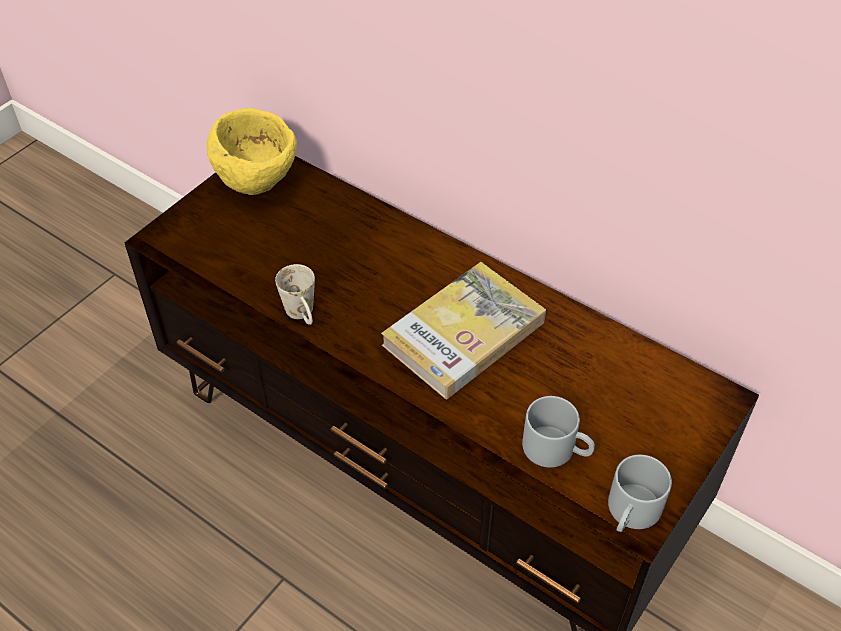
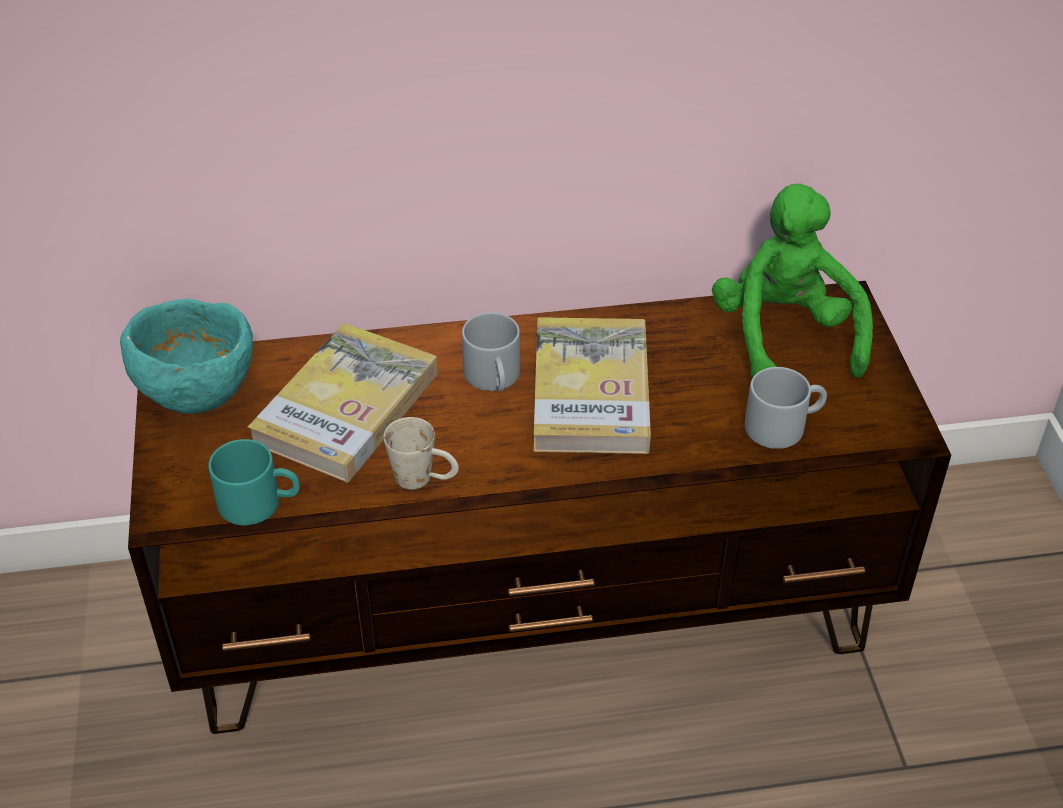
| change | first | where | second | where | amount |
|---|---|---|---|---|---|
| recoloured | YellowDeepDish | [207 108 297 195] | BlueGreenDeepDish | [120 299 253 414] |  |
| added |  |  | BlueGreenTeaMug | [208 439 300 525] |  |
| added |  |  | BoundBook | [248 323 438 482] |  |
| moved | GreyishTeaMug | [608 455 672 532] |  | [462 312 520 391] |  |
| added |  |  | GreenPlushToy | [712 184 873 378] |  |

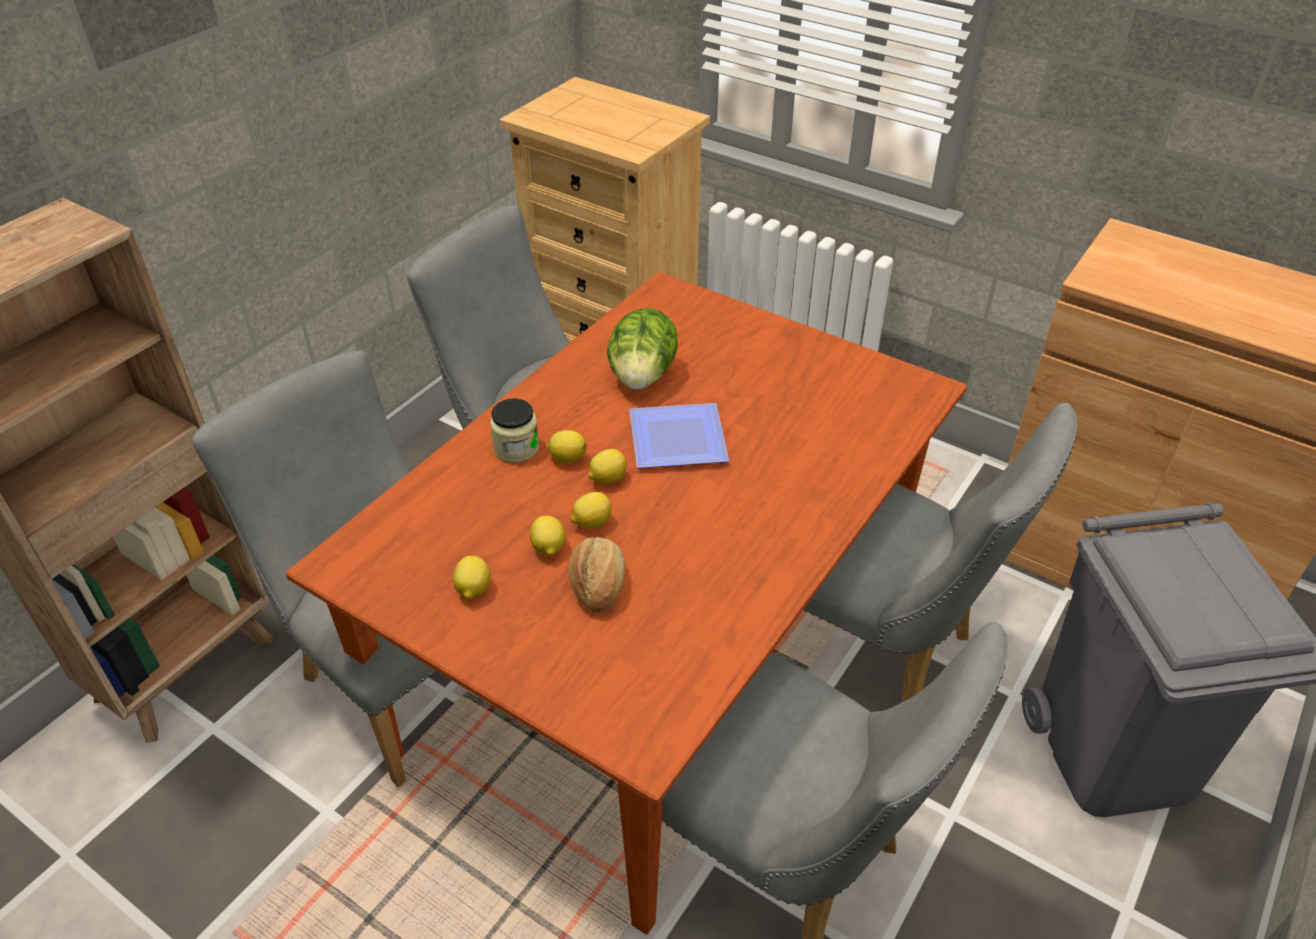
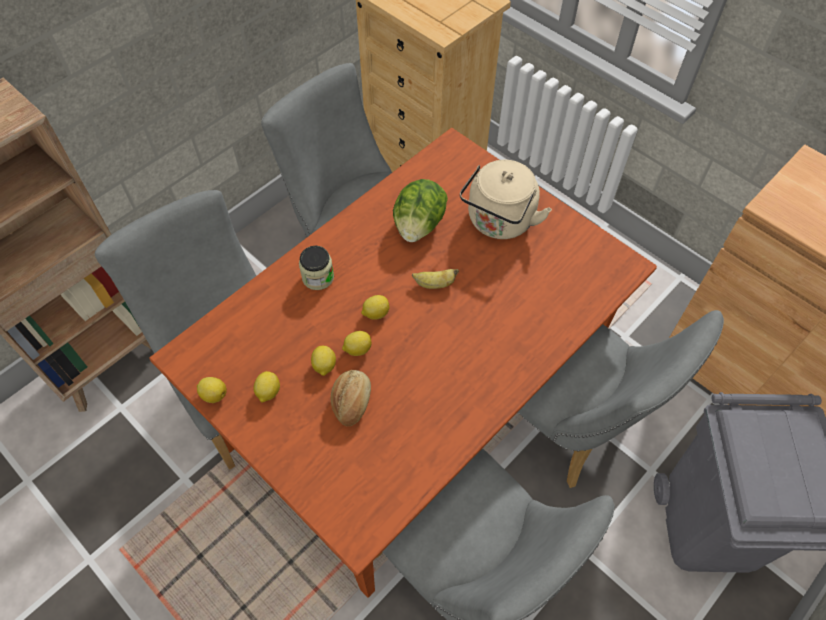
| change | first | where | second | where | amount |
|---|---|---|---|---|---|
| moved | CitrusFruit | [546 430 587 464] |  | [197 377 227 403] |  |
| replaced | FlatDish | [629 403 729 468] | BananaFruit | [412 269 459 289] |  |
| added |  |  | SandColouredTeaKettle | [460 160 552 239] |  |

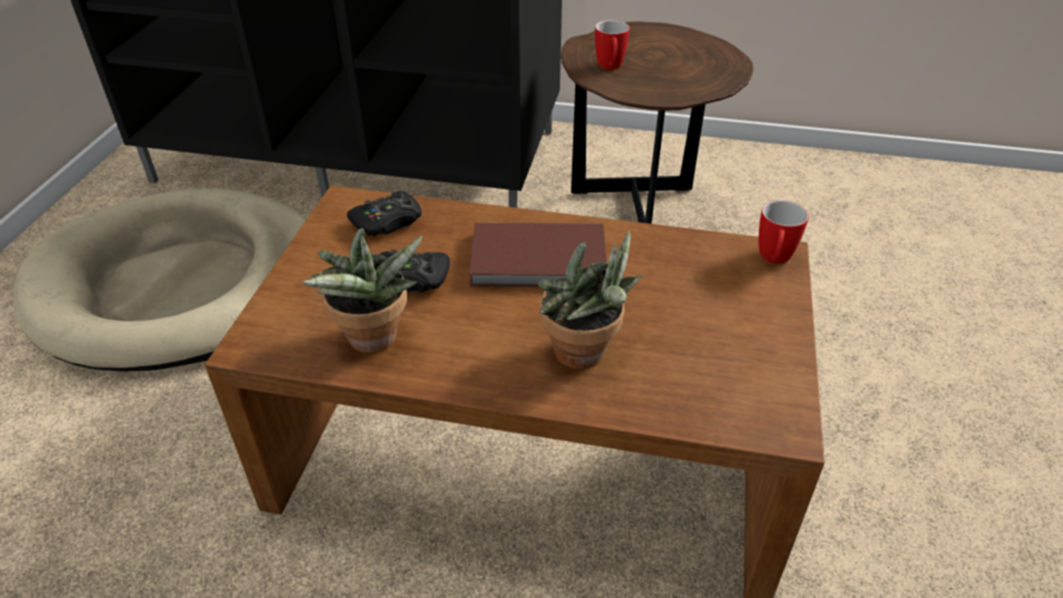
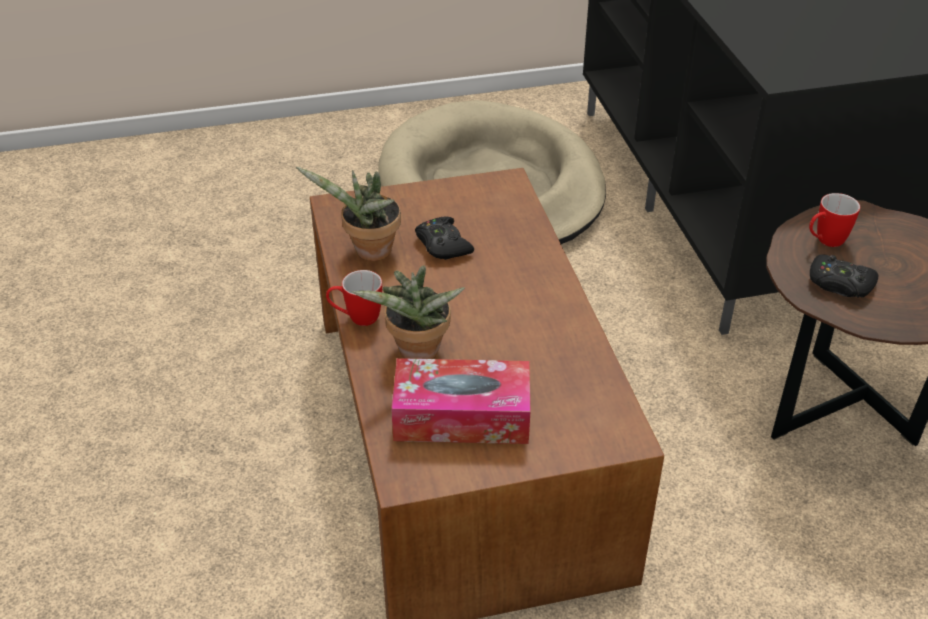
| change | first | where | second | where | amount |
|---|---|---|---|---|---|
| moved | TeaMug | [758 200 809 264] |  | [326 270 382 326] |  |
| added |  |  | BoxOfTissues | [391 358 530 444] |  |
| moved | BlackGameController | [347 191 422 236] |  | [810 254 878 298] |  |
| removed | BrownColouredBoundBook | [469 223 607 287] |  |  |  |

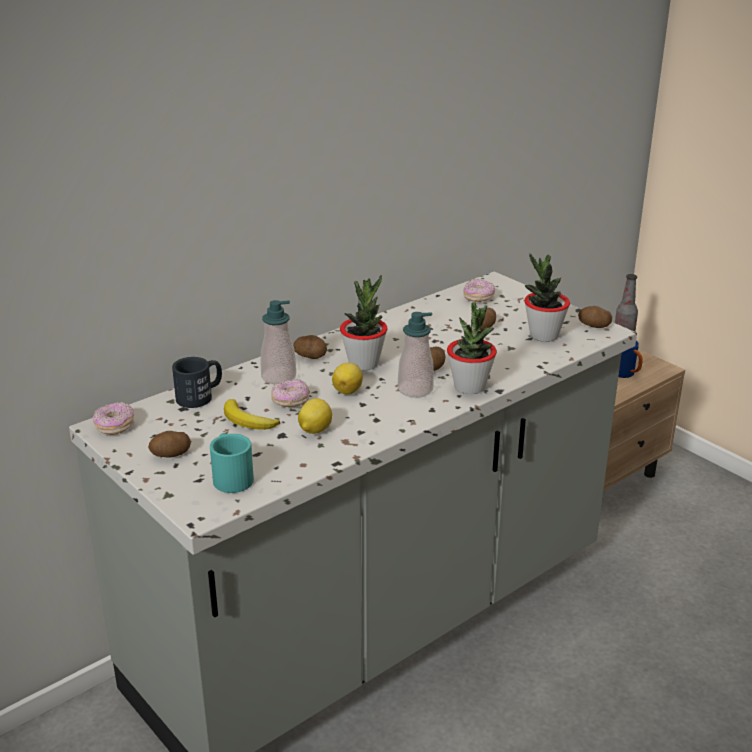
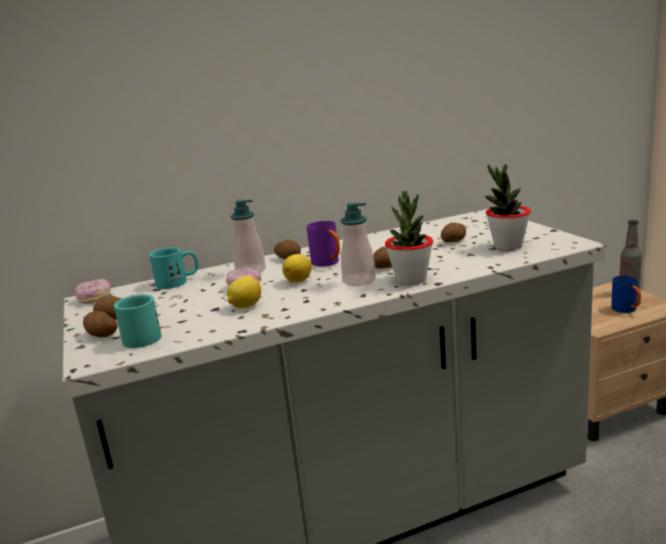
| change | first | where | second | where | amount |
|---|---|---|---|---|---|
| moved | Spud | [578 306 612 328] |  | [83 311 118 338] |  |
| recoloured | BlackTeaMug | [172 357 222 408] | BlueGreenTeaMug | [149 247 198 289] |  |
| replaced | PottedPlant | [340 275 388 371] | PurplishTeaMug | [306 221 340 267] |  |
| removed | BananaFruit | [224 399 280 430] |  |  |  |
| removed | Donut | [463 279 495 302] |  |  |  |

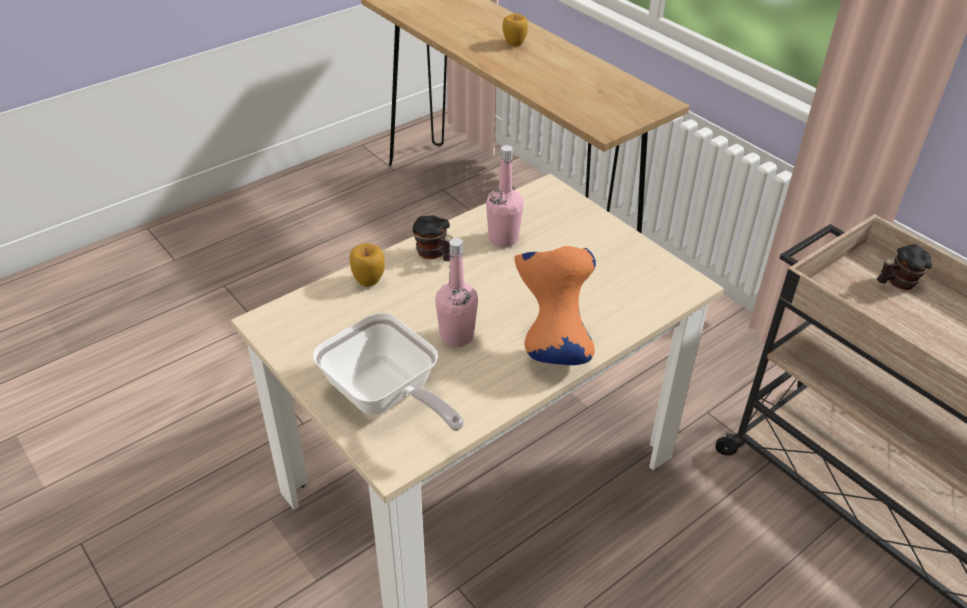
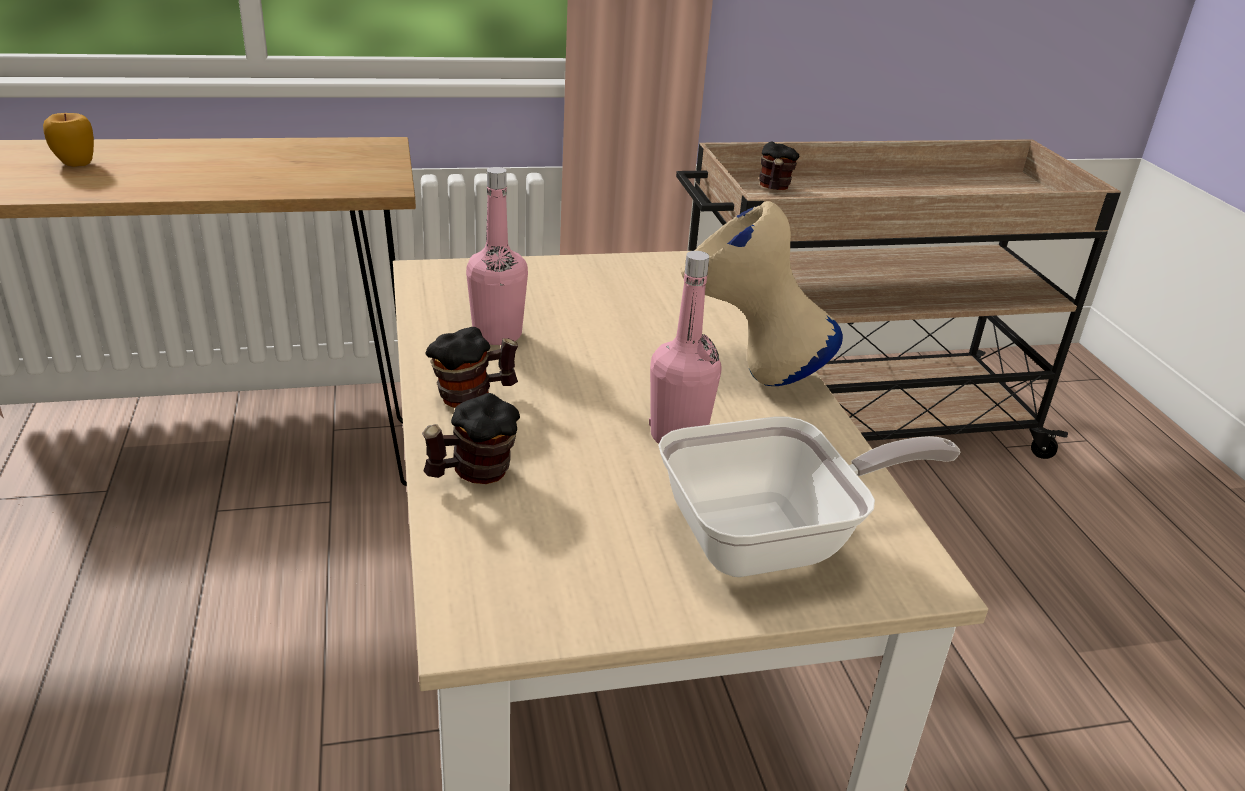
| change | first | where | second | where | amount |
|---|---|---|---|---|---|
| replaced | AppleFruit | [350 243 385 287] | TeaMug | [422 393 520 484] |  |
| recoloured | OrangeyVase | [514 246 596 365] | SandColouredVase | [680 201 843 386] |  |

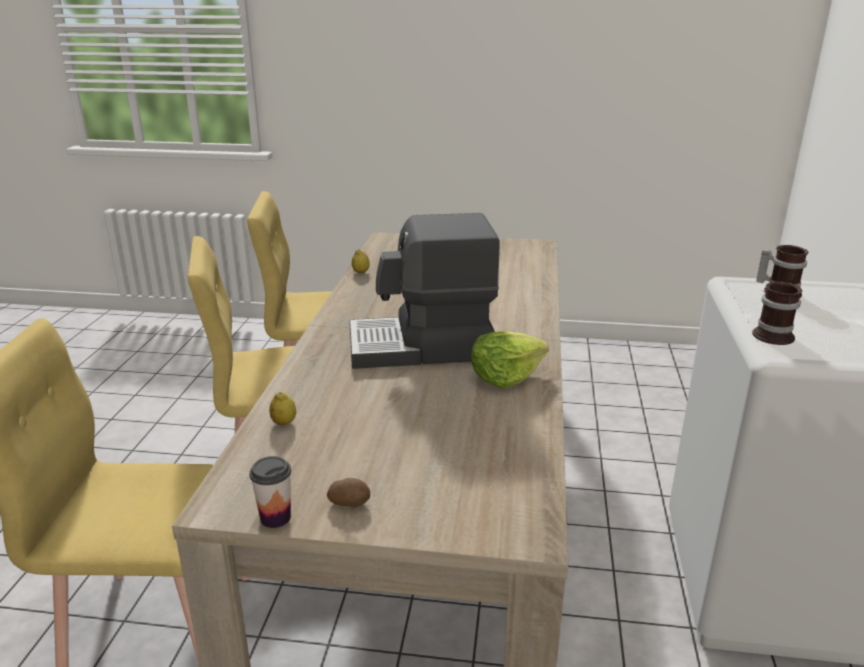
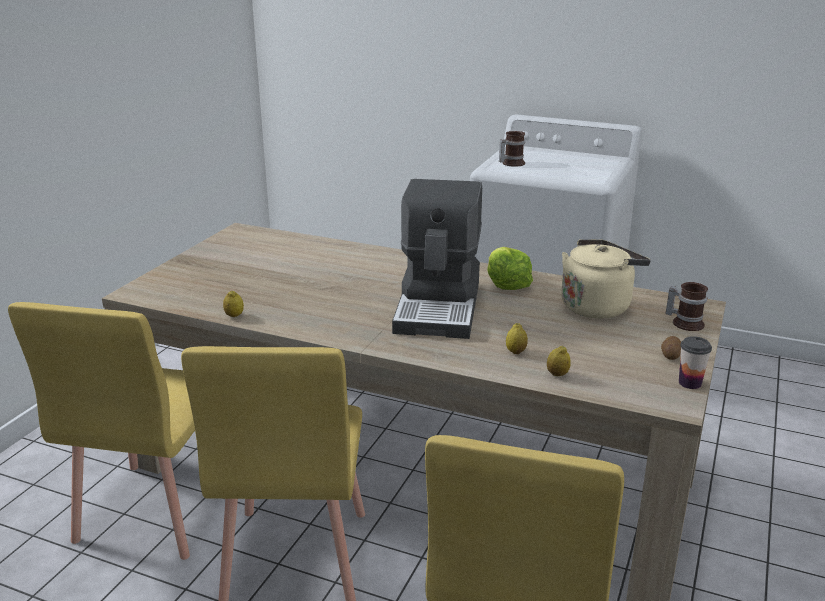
| change | first | where | second | where | amount |
|---|---|---|---|---|---|
| added |  |  | CitrusFruit | [506 323 528 354] |  |
| added |  |  | SandColouredTeaKettle | [561 239 651 319] |  |
| moved | TeaMug | [752 282 802 345] |  | [666 282 708 331] |  |

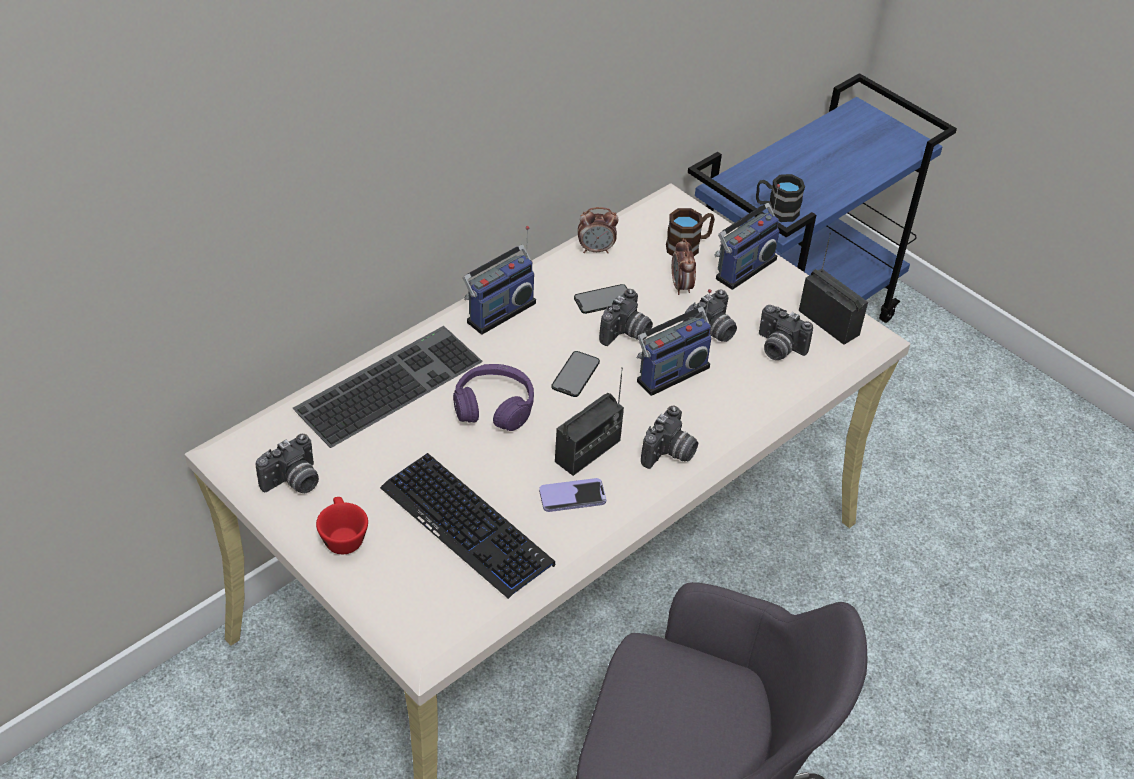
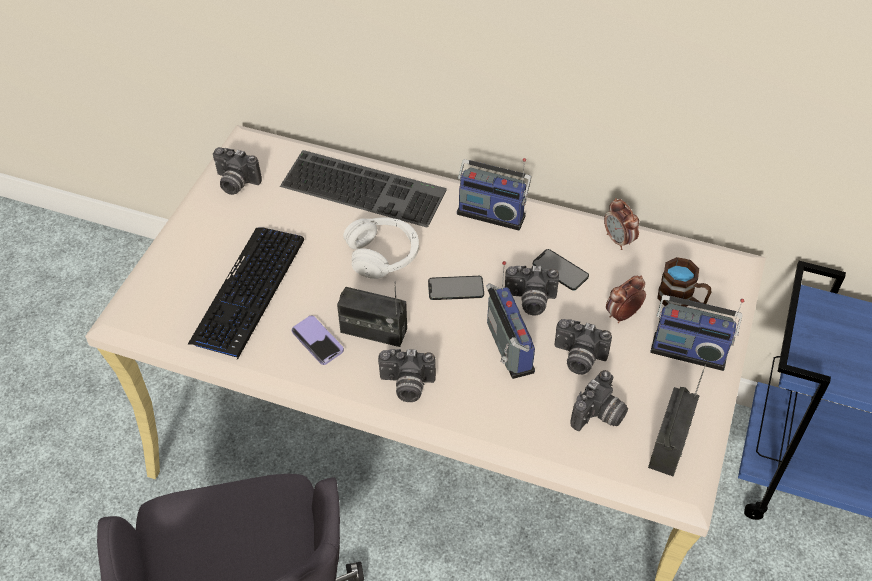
| change | first | where | second | where | amount |
|---|---|---|---|---|---|
| recoloured | PurplishHeadphones | [453 364 534 431] | WhiteHeadphones | [343 217 419 279] |  |
| turned | RadioReceiver | [637 289 712 396] |  | [486 261 535 379] | 135 degrees counterclockwise |
| turned | StillCamera | [759 305 813 360] |  | [570 370 628 431] | 150 degrees counterclockwise |
| removed | RedCup | [316 497 368 554] |  |  |  |
| removed | BlackTeaMug | [756 174 805 222] |  |  |  |

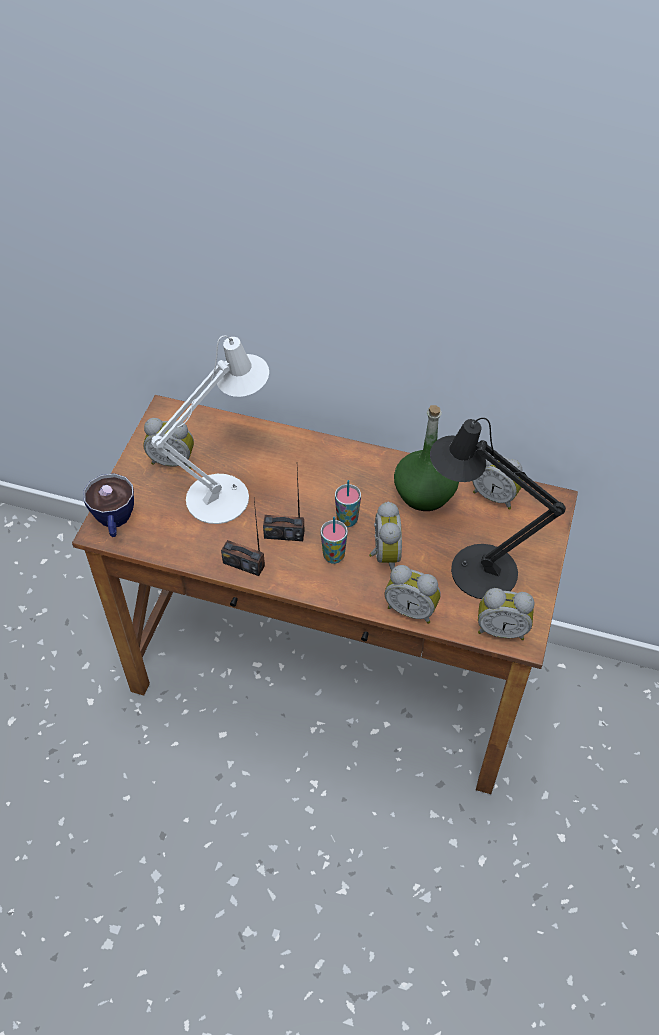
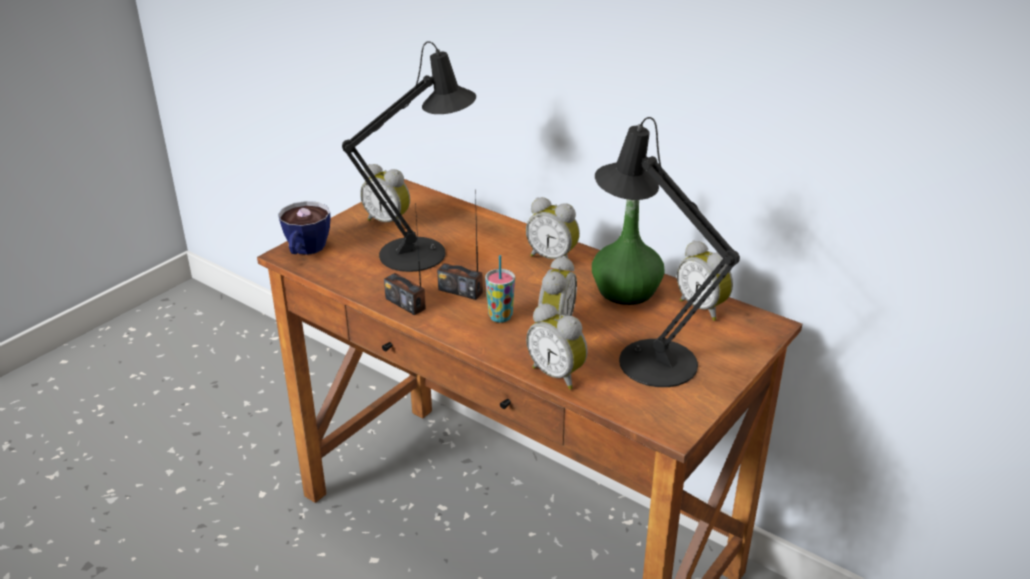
| change | first | where | second | where | amount |
|---|---|---|---|---|---|
| recoloured | WhiteTableLamp | [151 335 269 524] | BlackTableLamp | [342 41 476 272] |  |
| moved | BedsideClock | [478 588 535 640] |  | [526 197 580 259] |  |
| removed | Cup | [335 480 361 527] |  |  |  |

